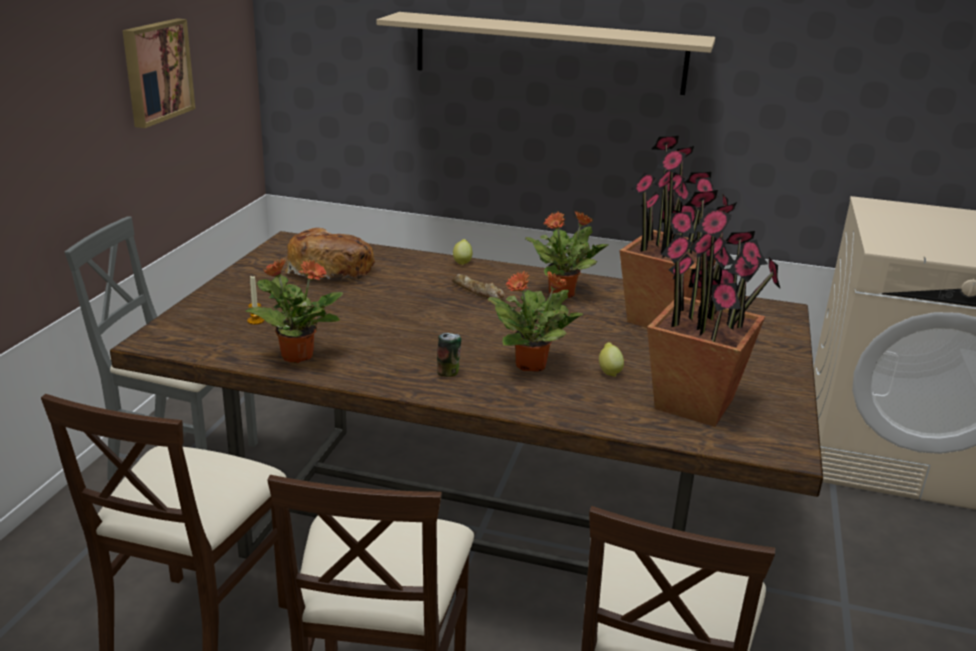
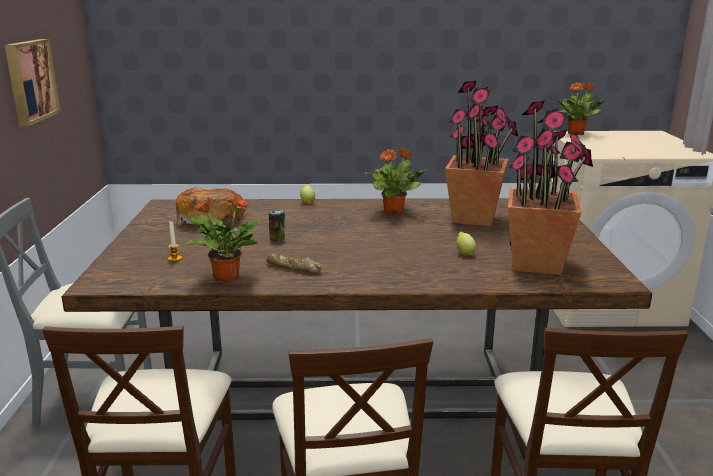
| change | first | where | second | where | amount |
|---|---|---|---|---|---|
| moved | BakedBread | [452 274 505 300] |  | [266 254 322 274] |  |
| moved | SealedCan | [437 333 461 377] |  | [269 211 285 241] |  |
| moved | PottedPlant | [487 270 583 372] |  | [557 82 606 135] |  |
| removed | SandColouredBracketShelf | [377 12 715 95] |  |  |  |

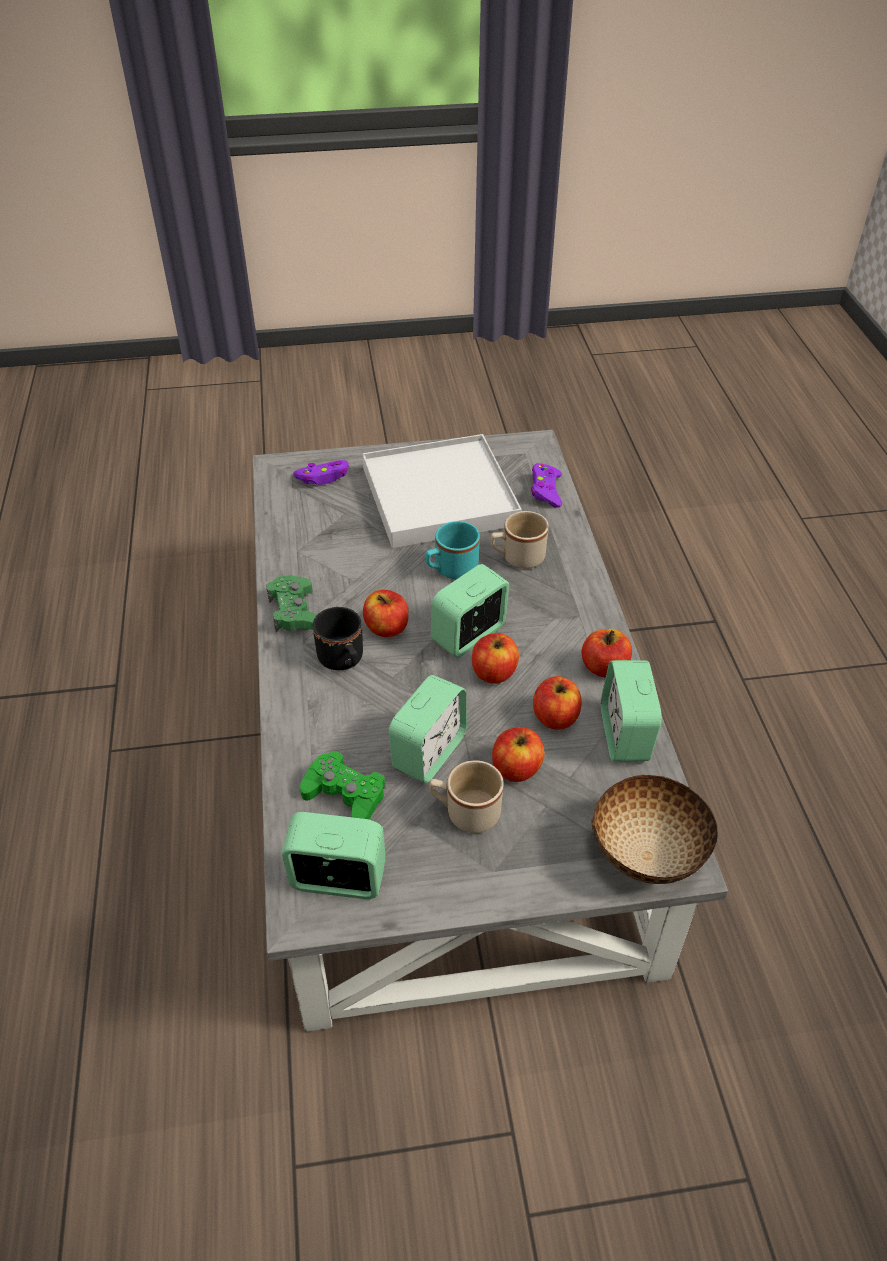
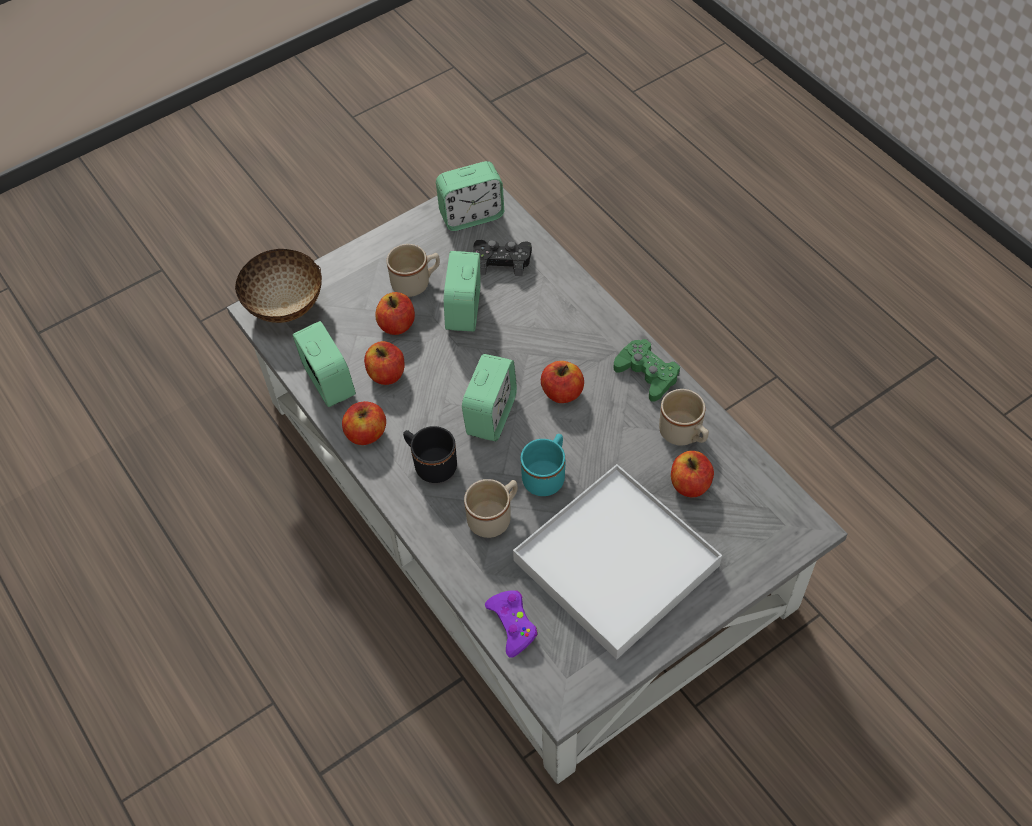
| change | first | where | second | where | amount |
|---|---|---|---|---|---|
| moved | BlackTeaMug | [313 607 363 670] |  | [403 426 457 483] |  |
| recoloured | GreenGameController | [300 751 386 819] | BlackGameController | [473 240 532 276] |  |
| added |  |  | SandColouredTeaMug | [659 389 709 446] |  |
| moved | AppleFruit | [472 633 519 684] |  | [671 451 714 497] |  |
| removed | PurplishGameController | [293 460 349 485] |  |  |  |

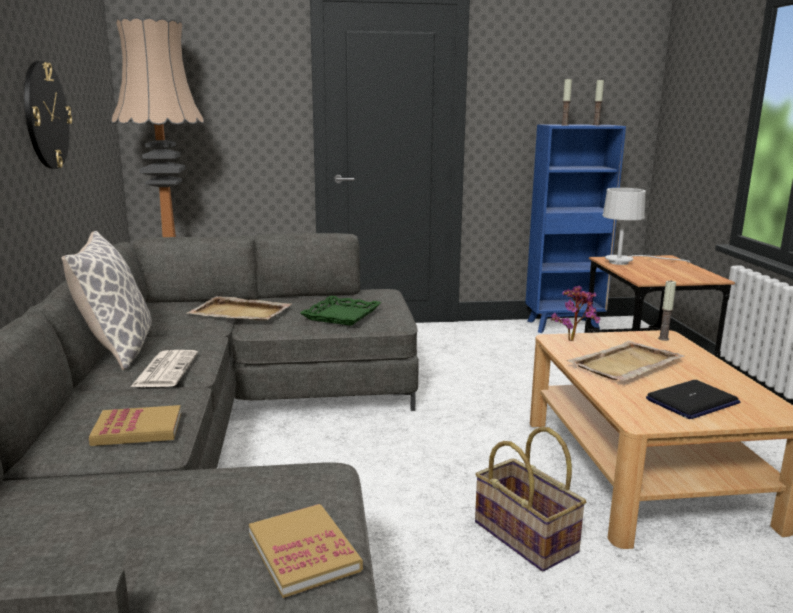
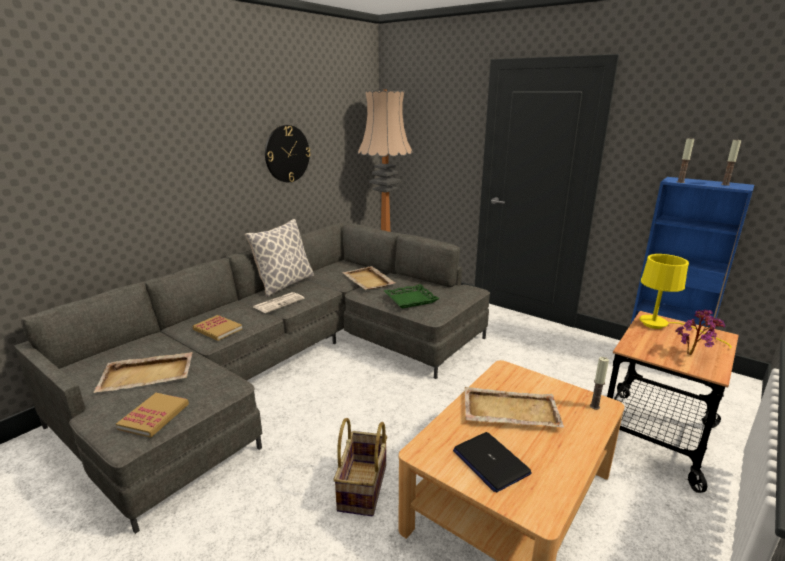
| change | first | where | second | where | amount |
|---|---|---|---|---|---|
| added |  |  | SandColouredTray | [93 352 193 393] |  |
| turned | NotebookComputer | [646 380 741 419] |  | [453 432 532 493] | 45 degrees clockwise |
| recoloured | WhiteTableLamp | [602 188 690 265] | YellowTableLamp | [639 254 732 348] |  |
| moved | PottedPlant | [550 286 600 341] |  | [675 309 725 355] |  |

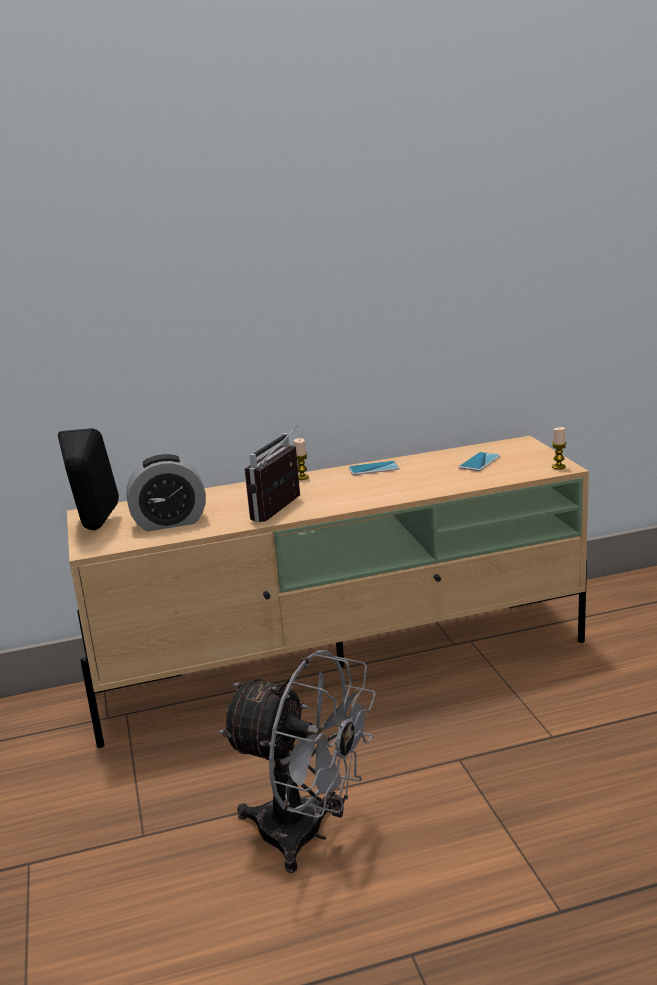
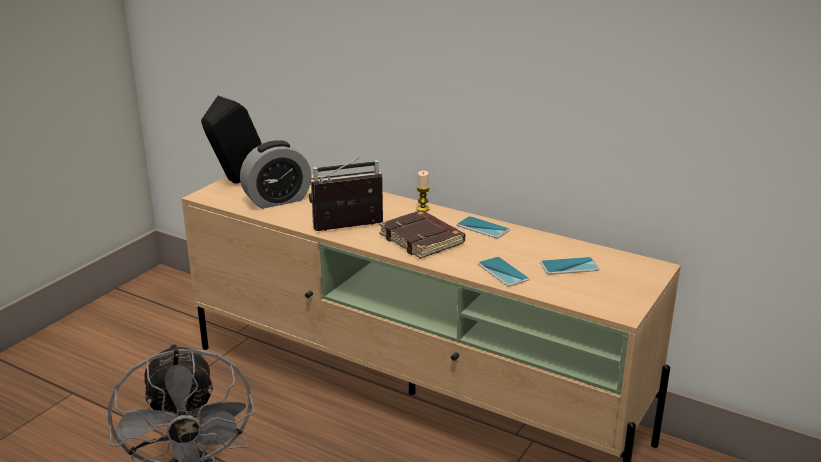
| change | first | where | second | where | amount |
|---|---|---|---|---|---|
| turned | BedsideClock | [126 454 206 531] |  | [240 140 312 209] | 60 degrees counterclockwise |
| added |  |  | BrownColouredBoundBook | [379 210 465 259] |  |
| added |  |  | Handset | [478 257 529 286] |  |
| removed | WaxLight | [552 427 566 470] |  |  |  |

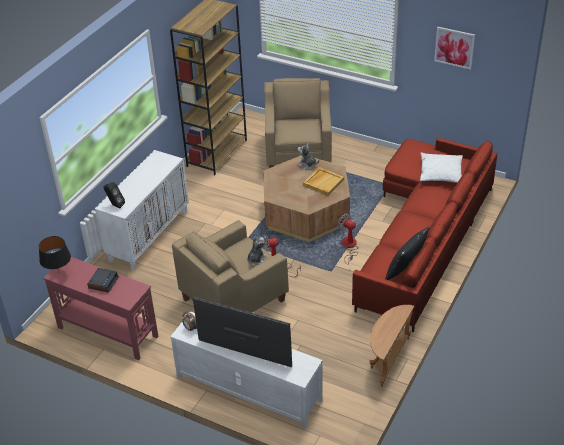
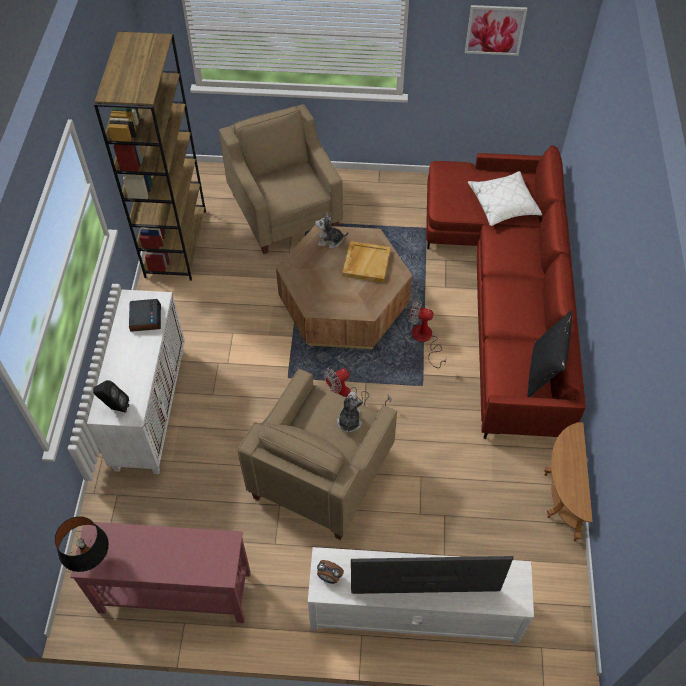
| change | first | where | second | where | amount |
|---|---|---|---|---|---|
| moved | BedsideClock | [87 268 119 293] |  | [129 299 161 332] |  |

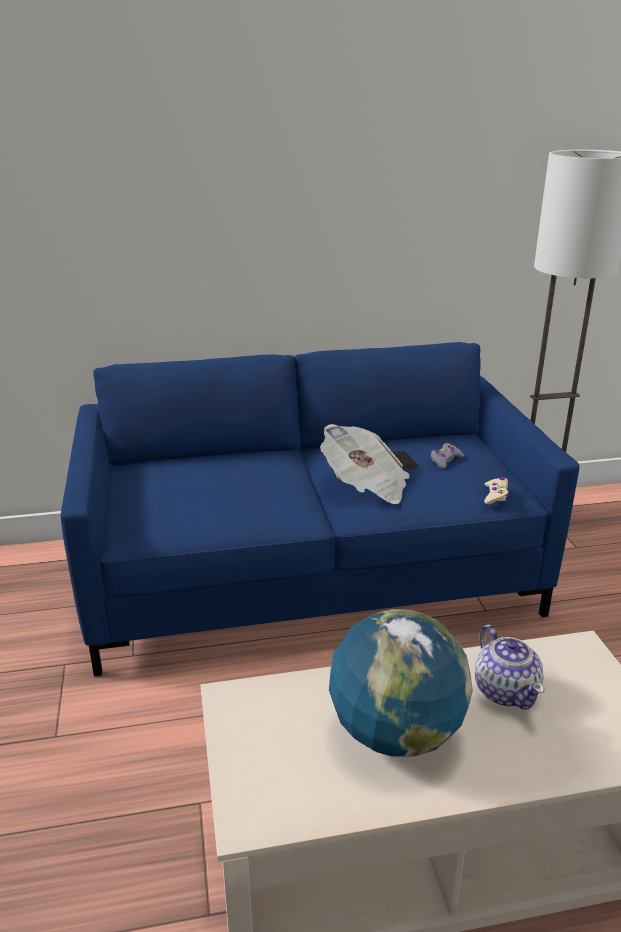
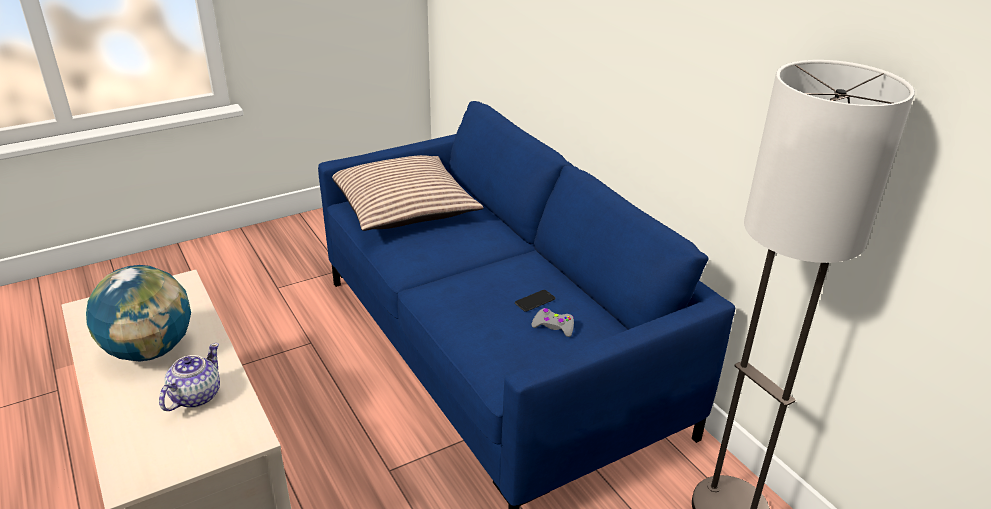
| change | first | where | second | where | amount |
|---|---|---|---|---|---|
| turned | TeaPot | [475 624 544 710] |  | [159 343 220 411] | 150 degrees clockwise |
| added |  |  | ThrowPillow | [332 155 484 231] |  |
| removed | PrintedPaper | [320 424 410 504] |  |  |  |
| removed | SandColouredGameController | [484 477 509 504] |  |  |  |

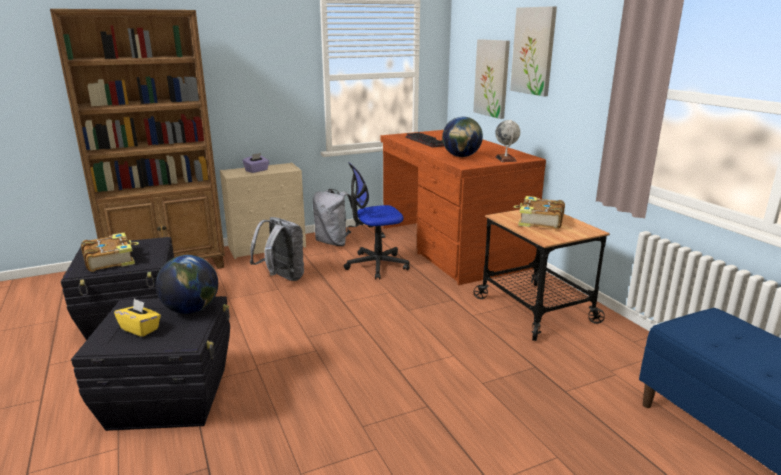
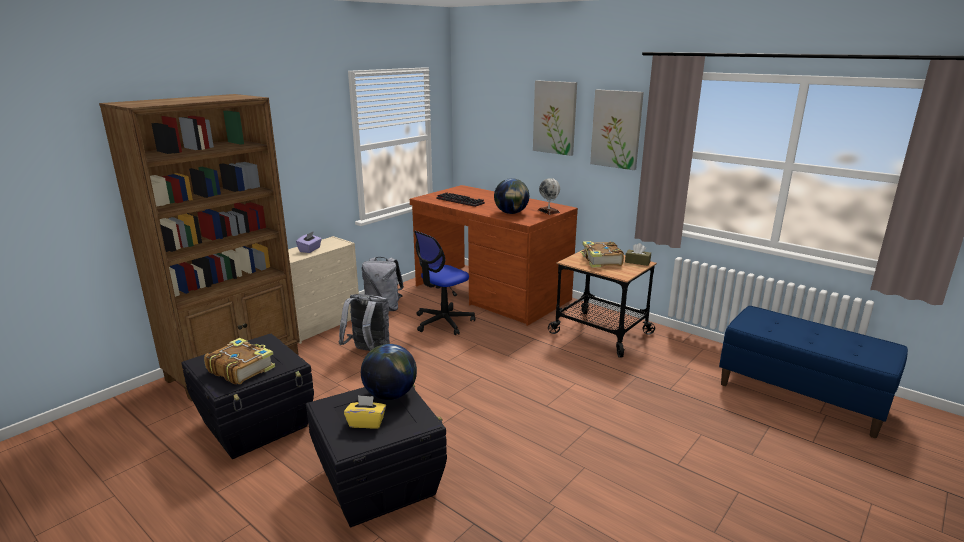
| change | first | where | second | where | amount |
|---|---|---|---|---|---|
| moved | WallArt | [473 39 510 119] |  | [590 89 644 170] |  |
| added |  |  | BrownColouredBoxOfTissues | [625 243 651 266] |  |

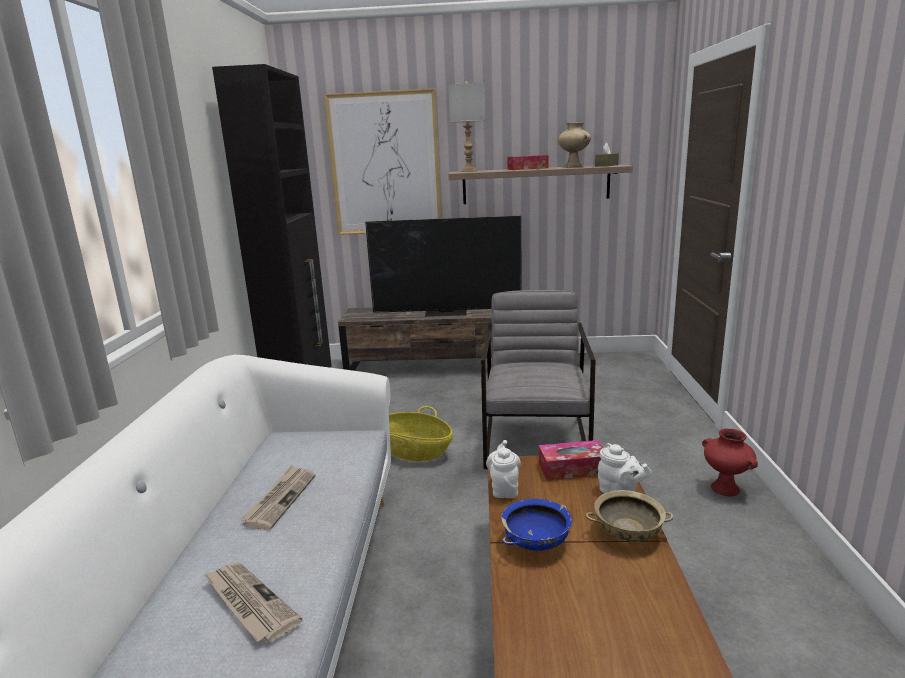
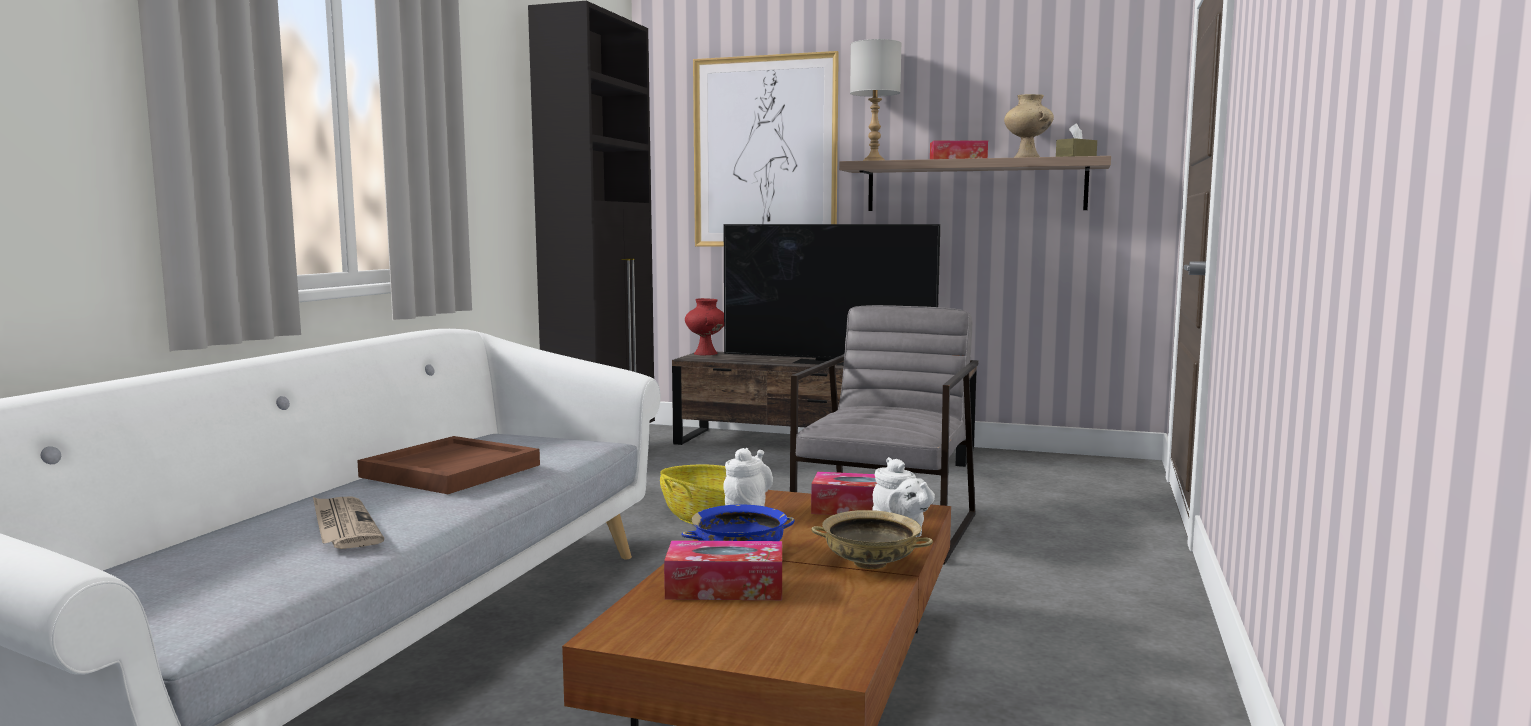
| change | first | where | second | where | amount |
|---|---|---|---|---|---|
| replaced | PrintedPaper | [240 465 315 530] | BrownColouredTray | [357 436 540 494] |  |
| added |  |  | BoxOfTissues | [664 540 782 600] |  |
| moved | RedVase | [702 429 758 496] |  | [685 298 724 356] |  |

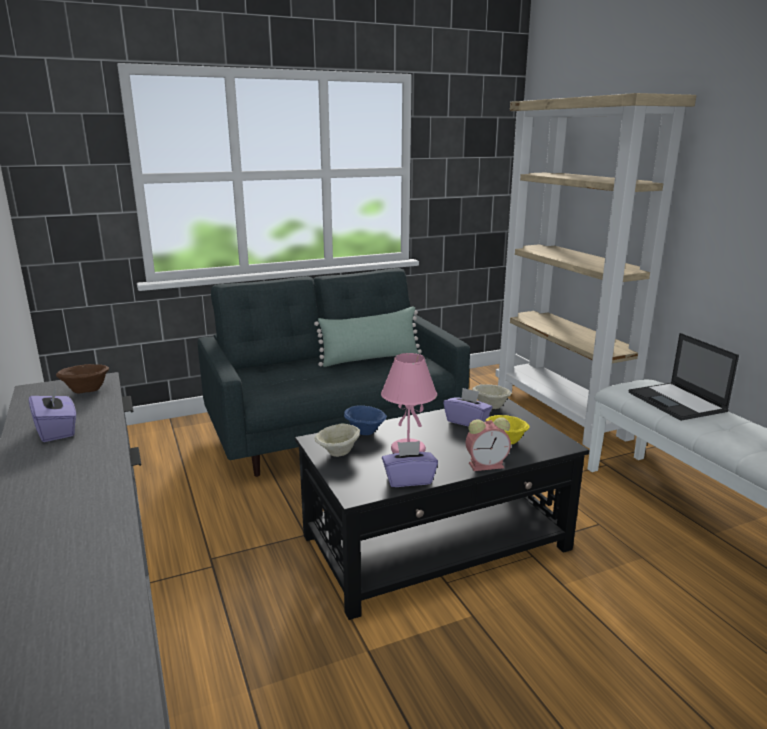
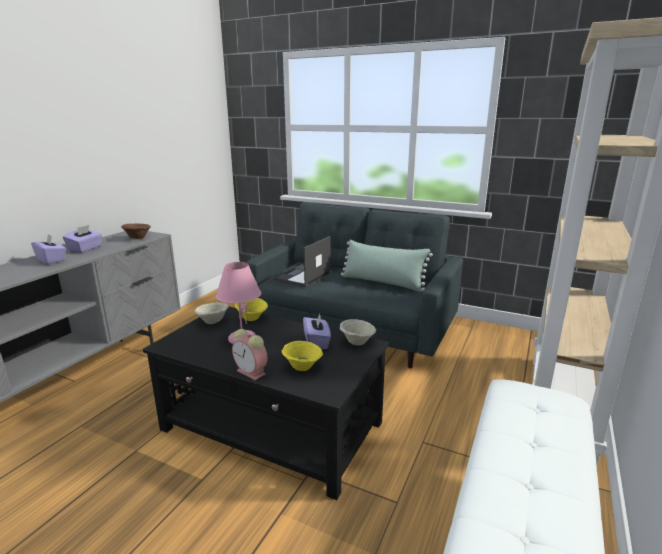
| change | first | where | second | where | amount |
|---|---|---|---|---|---|
| moved | PurplishBoxOfTissues | [382 441 438 487] |  | [31 234 66 265] |  |
| recoloured | BlueColouredDeepDish | [344 406 387 435] | YellowDeepDish | [235 298 268 321] |  |
| moved | NotebookComputer | [629 333 739 421] |  | [274 236 331 287] |  |

